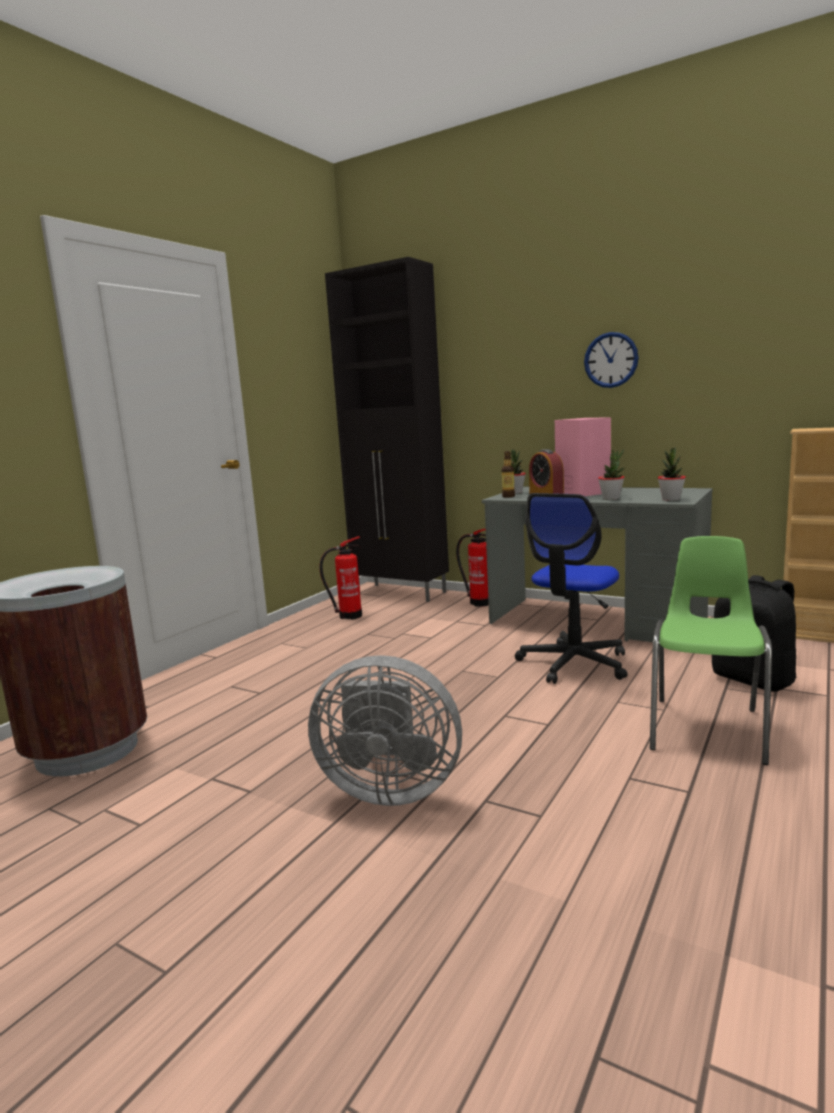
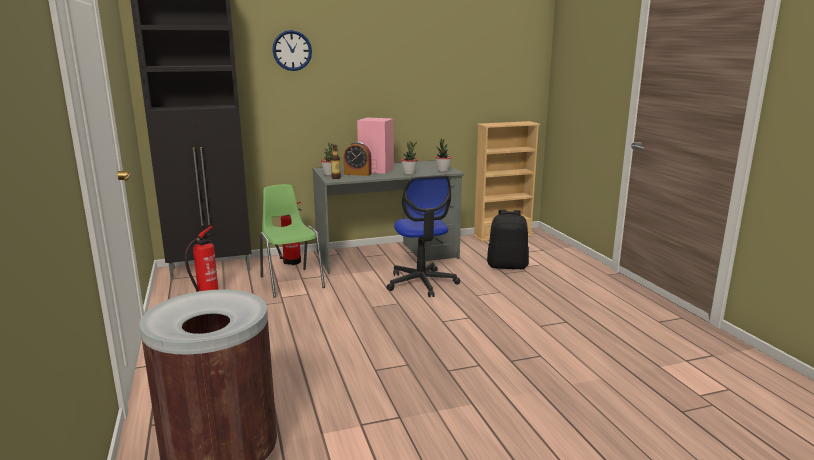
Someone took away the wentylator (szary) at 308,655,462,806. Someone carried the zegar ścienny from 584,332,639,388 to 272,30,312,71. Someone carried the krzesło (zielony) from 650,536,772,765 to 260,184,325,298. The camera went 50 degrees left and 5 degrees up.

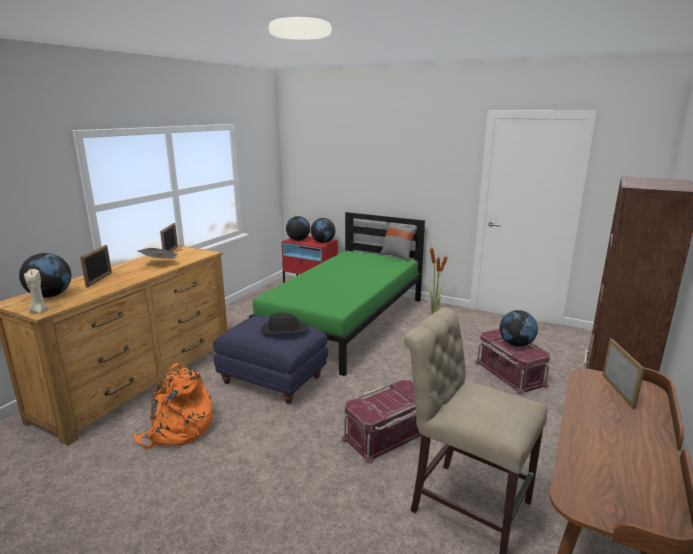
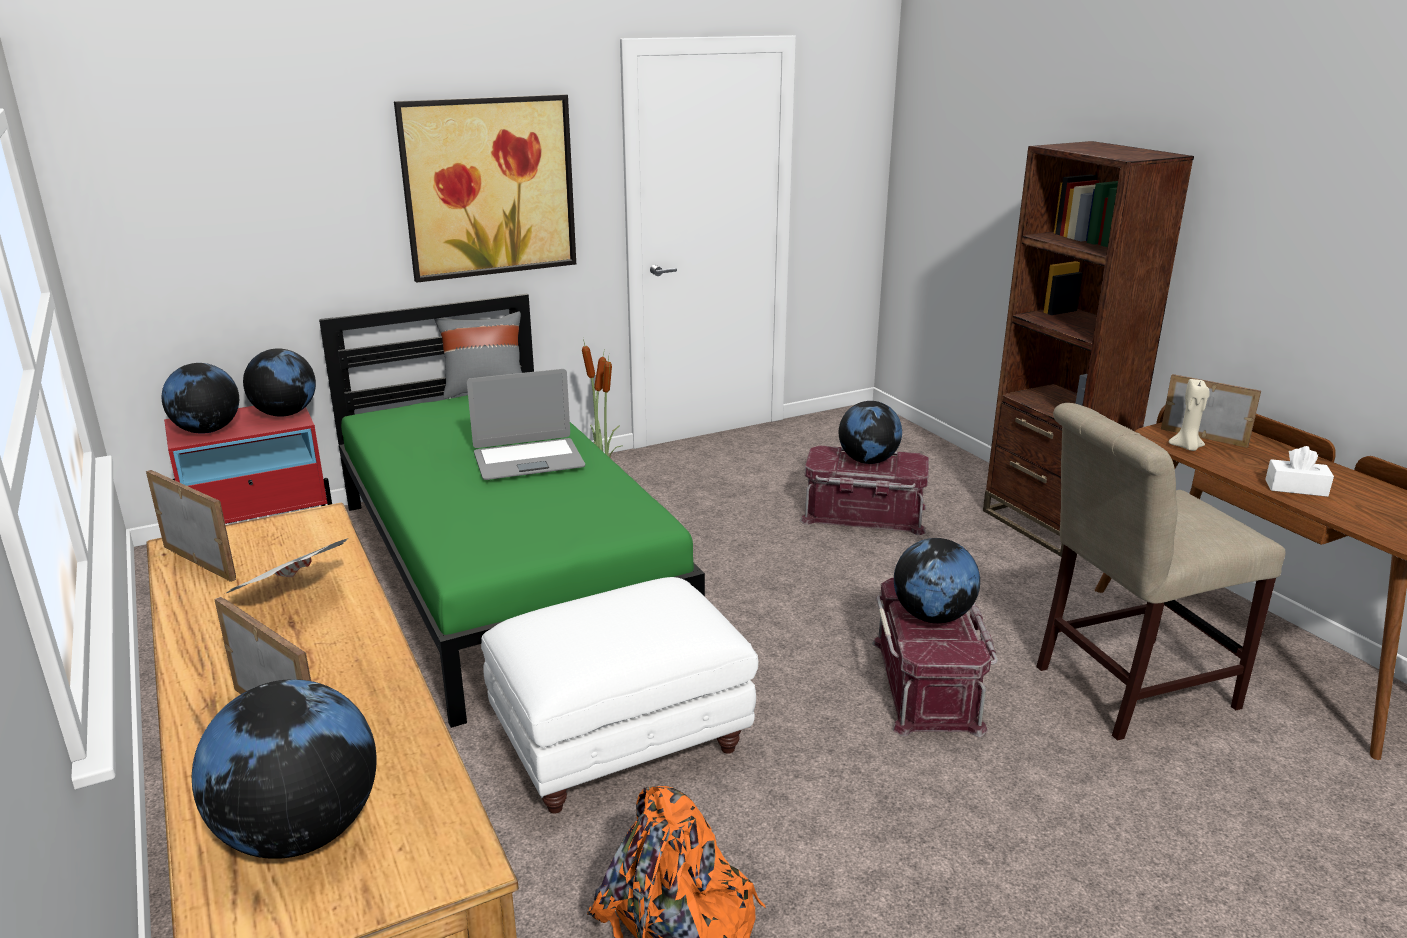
Someone carried the świeca (beżowy) from 24,269,49,313 to 1169,379,1210,451. Someone repainted the pufa (niebieski) at 213,316,328,404, which became the pufa (biały) at 481,577,758,813. Someone took away the kapelusz (czarny) at 261,312,309,335. Someone put up the obraz at 394,94,576,283. Someone put down the laptop at 467,369,585,480. Someone put down the globus at 894,538,980,623. Someone put down the pudełko chusteczek (biały) at 1265,446,1334,497. The camera went 55 degrees left and 5 degrees up.

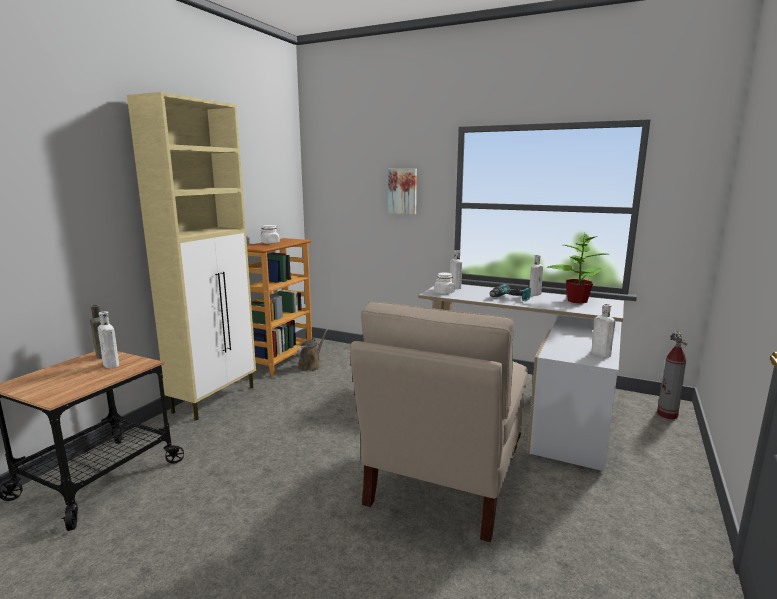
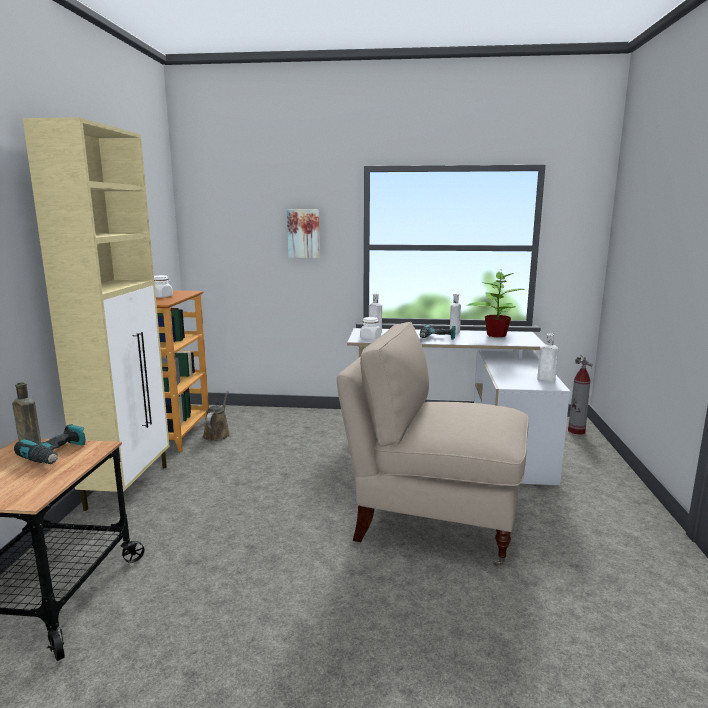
Someone swapped the butelka (biały) at 98,311,119,369 for the wiertarka at 14,424,85,464. Someone rotated the krzesło (beżowy) at 350,301,528,542 by 105 degrees clockwise. The camera went 20 degrees left and 0 degrees up.

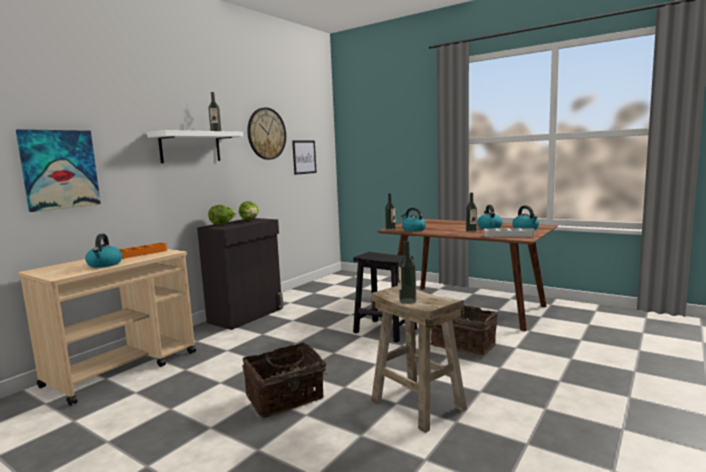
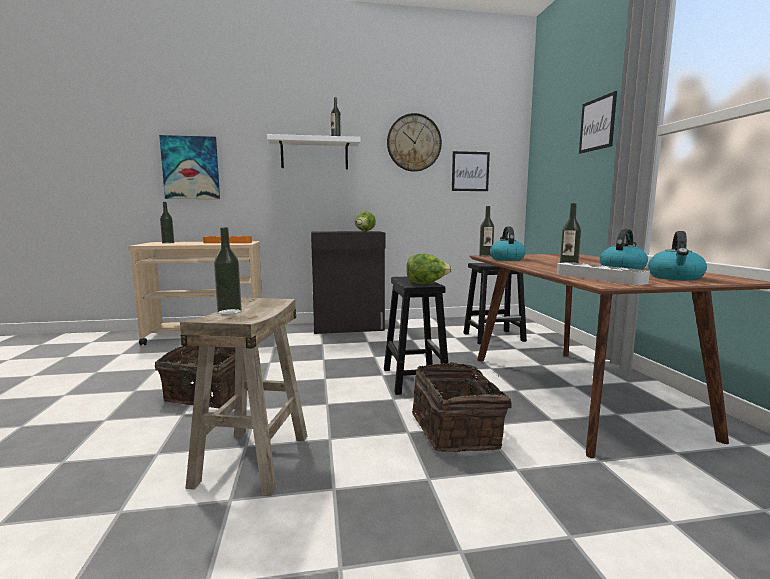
Someone took away the czajnik at 85,234,122,268. Someone carried the sałata from 208,205,236,225 to 406,253,452,284. Someone put down the butelka at 160,202,174,244. Someone put down the stołek (czarny) at 463,263,527,345. Someone put up the obraz at 579,91,617,154. The camera went 45 degrees right and 0 degrees up.

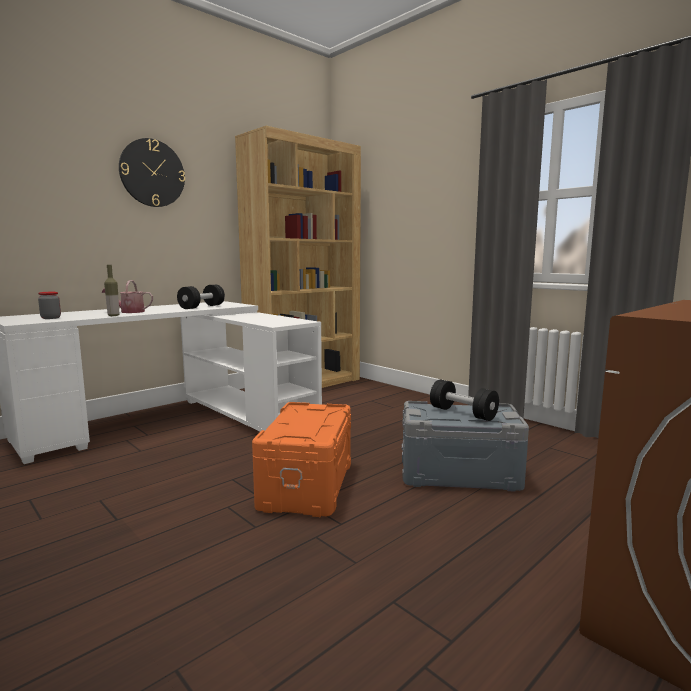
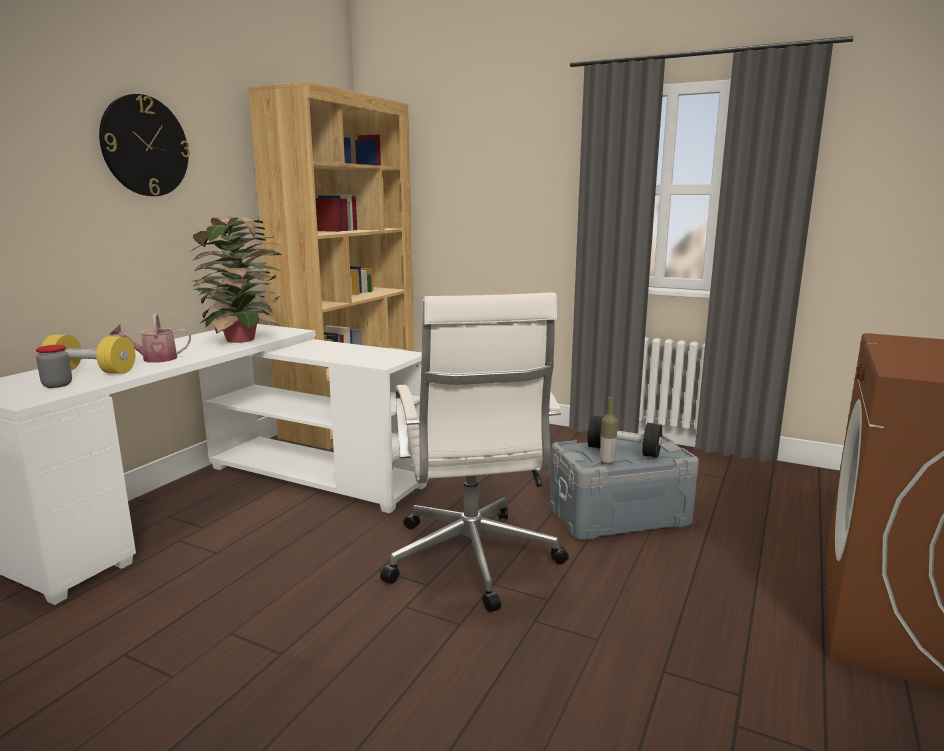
Someone carried the butelka from 104,265,120,316 to 600,397,618,464. Someone swapped the hantel (czarny) at 177,285,225,309 for the roślina doniczkowa at 190,216,282,343. Someone swapped the pojemnik do przechowywania (pomarańczowy) at 252,402,351,517 for the krzesło biurowe (biały) at 380,293,569,612. Someone put down the hantel (żółty) at 41,335,135,374. The camera went 20 degrees left and 5 degrees up.

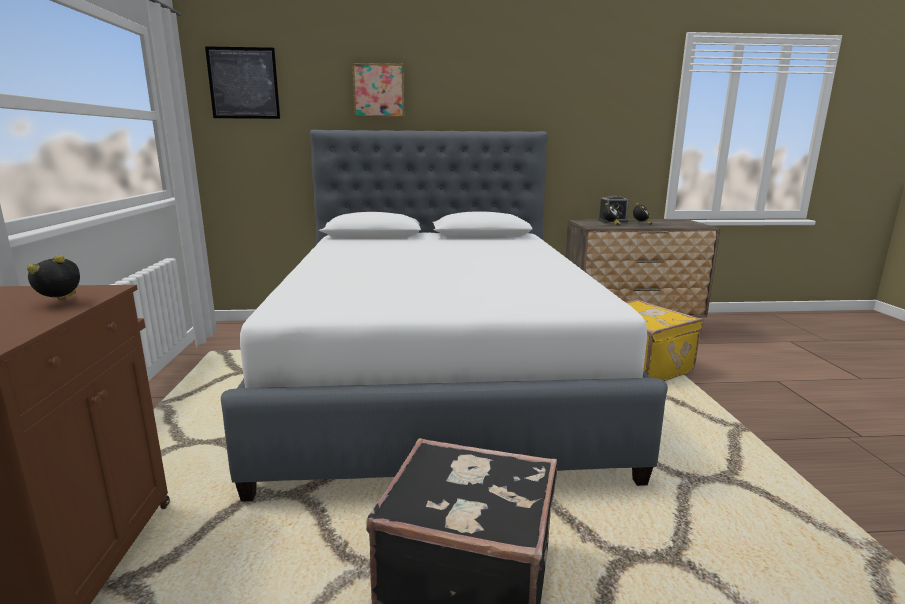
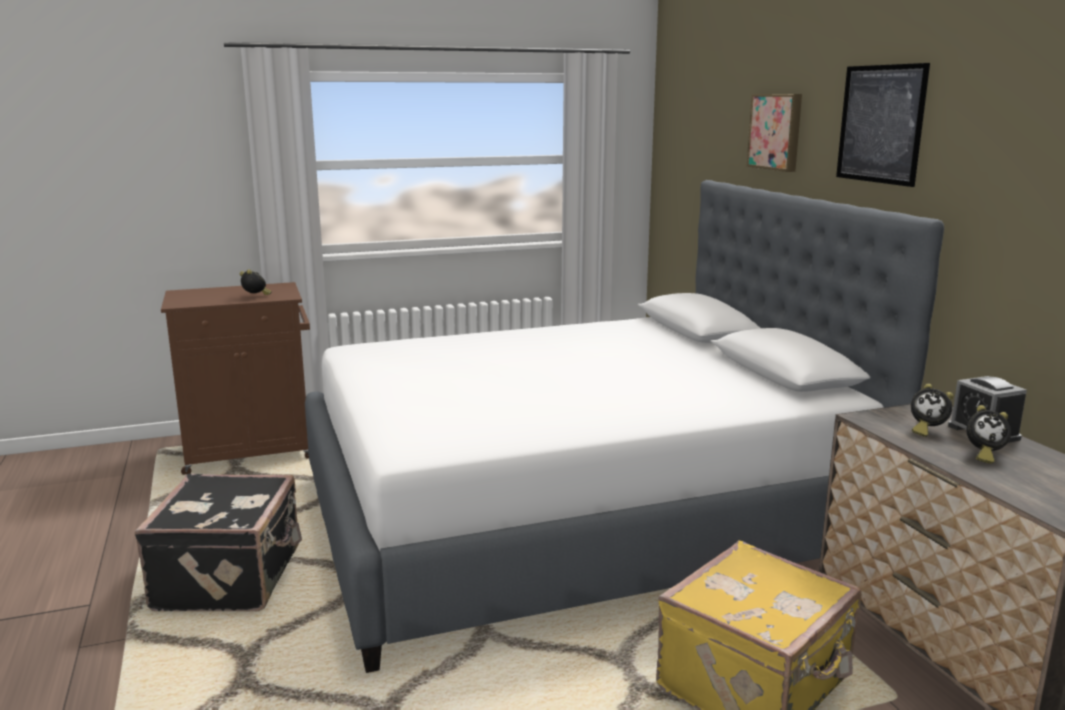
Someone carried the obraz from 205,46,280,119 to 836,63,930,187. The camera went 75 degrees right and 0 degrees up.

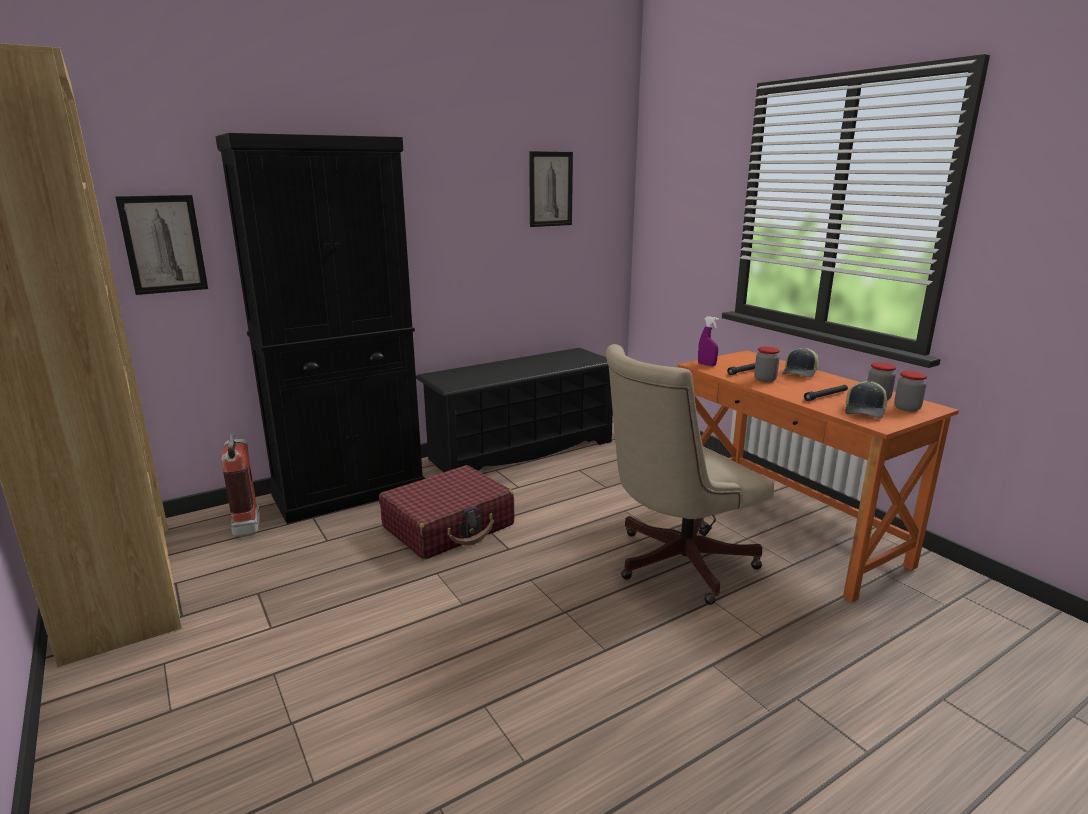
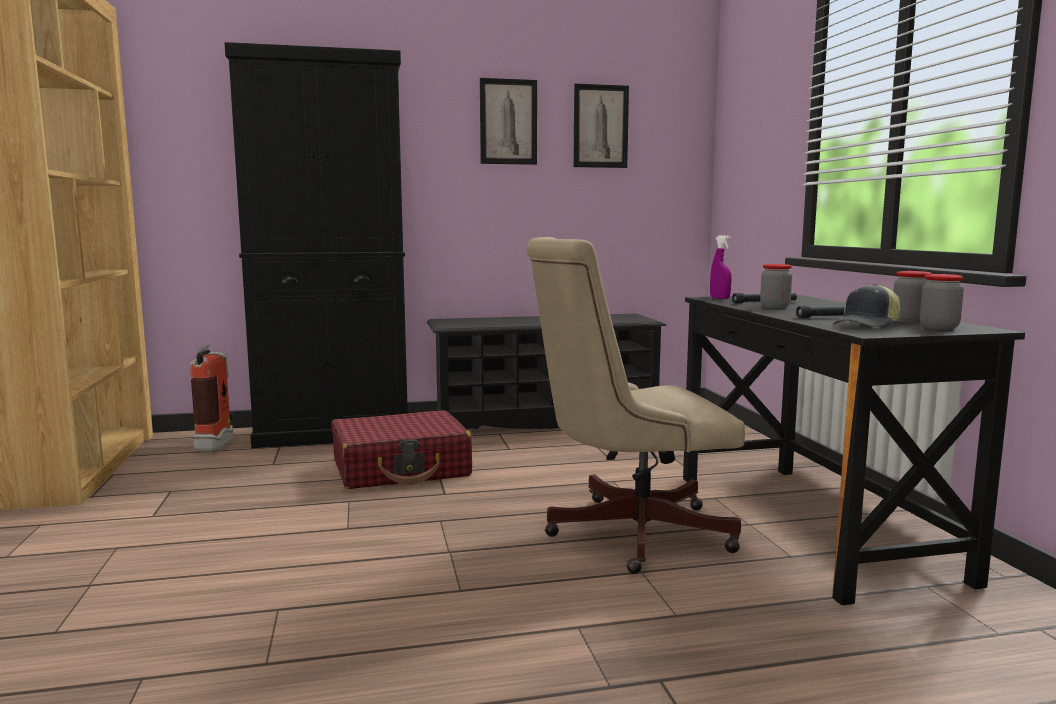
Someone carried the obraz from 115,195,208,295 to 480,78,537,165. Someone repainted the biurko (pomarańczowy) at 678,350,959,603, which became the biurko (czarny) at 683,295,1025,605. Someone took away the czapka z daszkiem at 782,347,819,378. The camera went 20 degrees right and 10 degrees down.

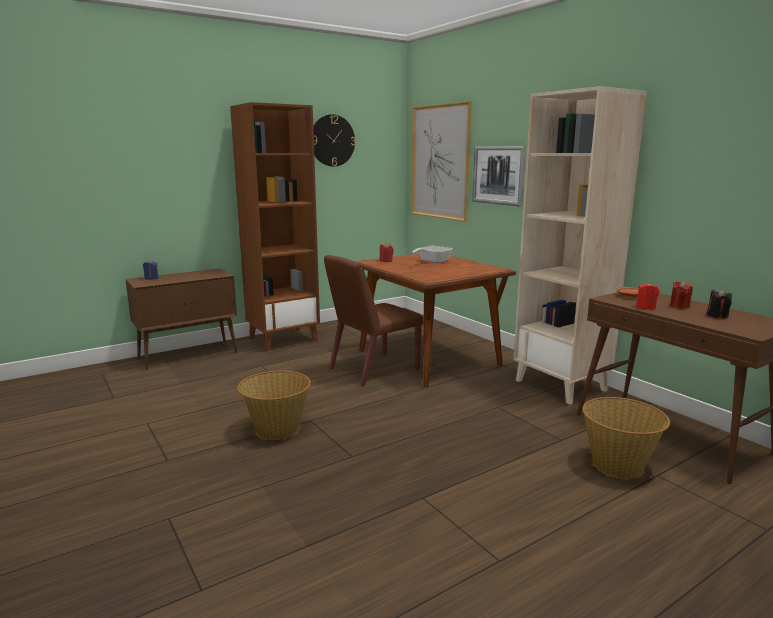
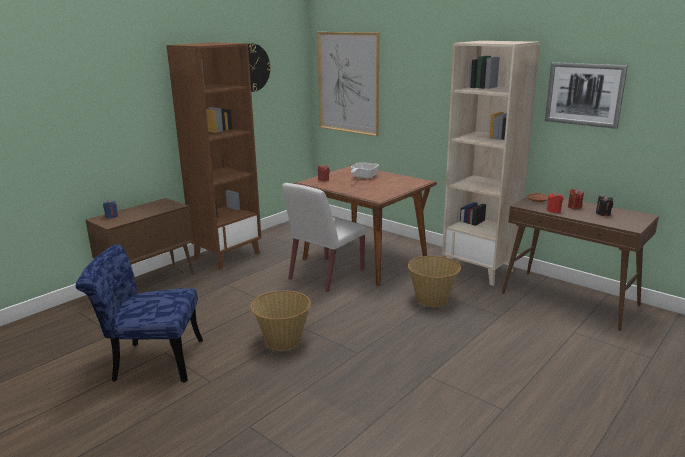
Someone repainted the krzesło (brązowy) at 324,255,423,387, which became the krzesło (biały) at 282,183,367,292. Someone carried the obraz from 472,146,526,207 to 545,62,628,129. Someone carried the koszyk from 582,397,670,479 to 408,256,461,307. Someone put down the krzesło (niebieski) at 75,244,203,383. The camera went 15 degrees left and 5 degrees up.

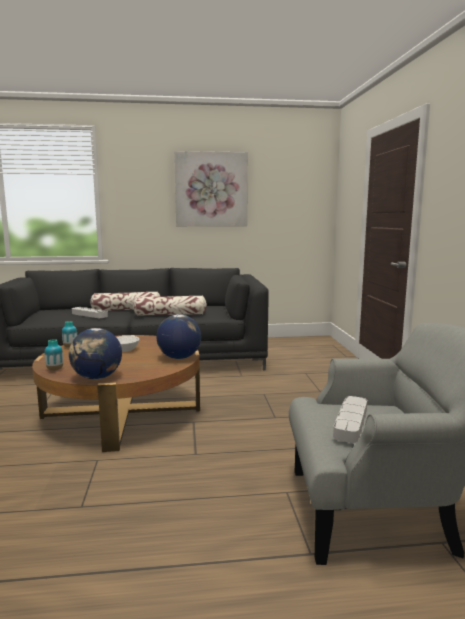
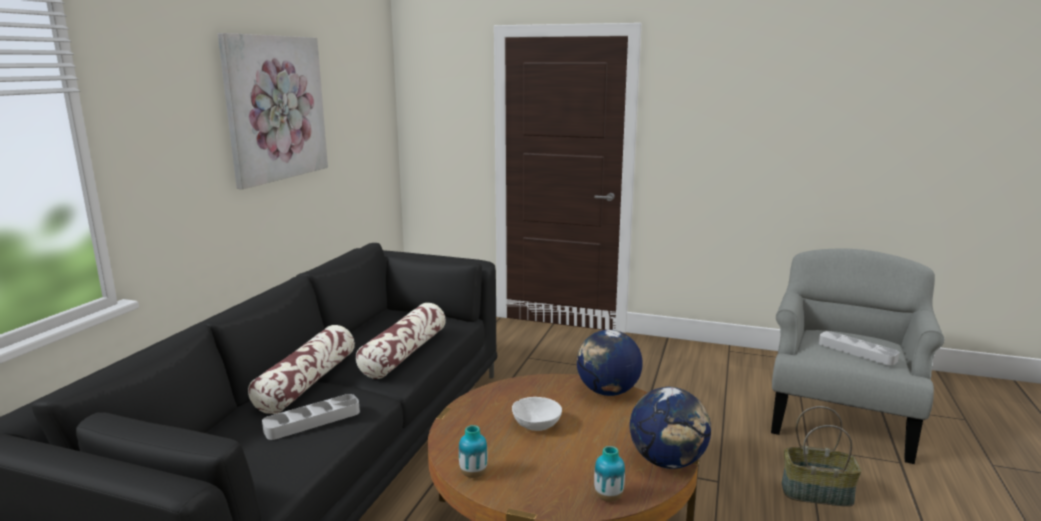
Someone put down the koszyk at 782,406,862,507. The camera went 65 degrees left and 5 degrees up.

